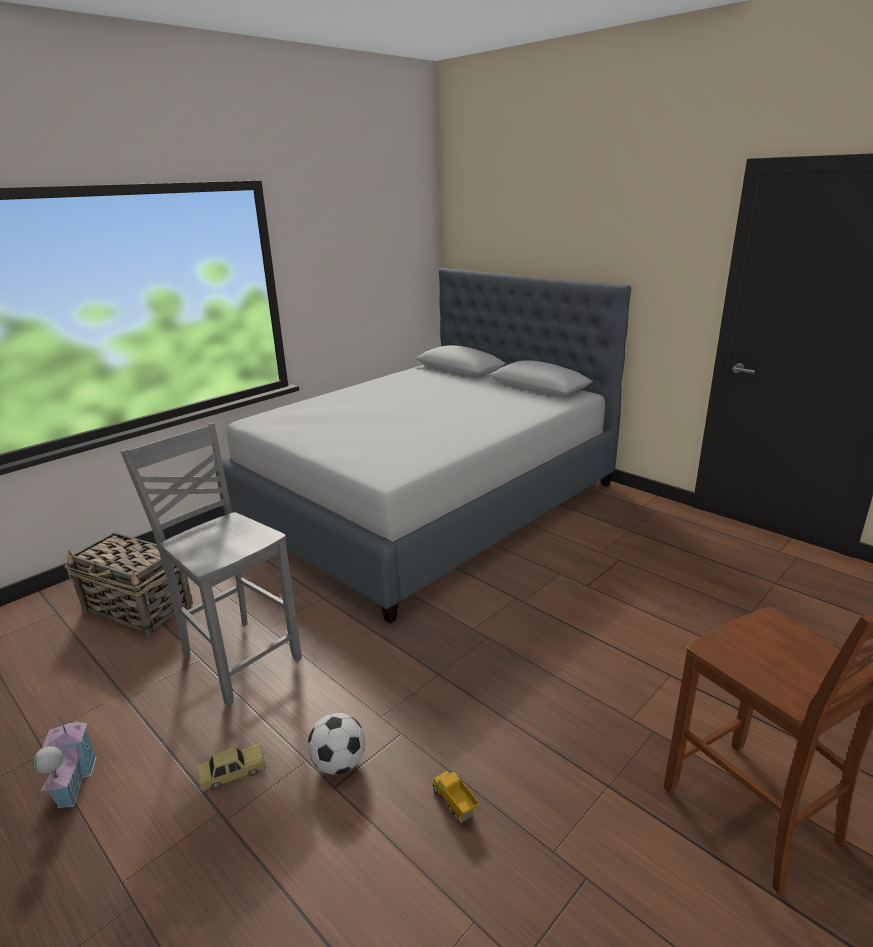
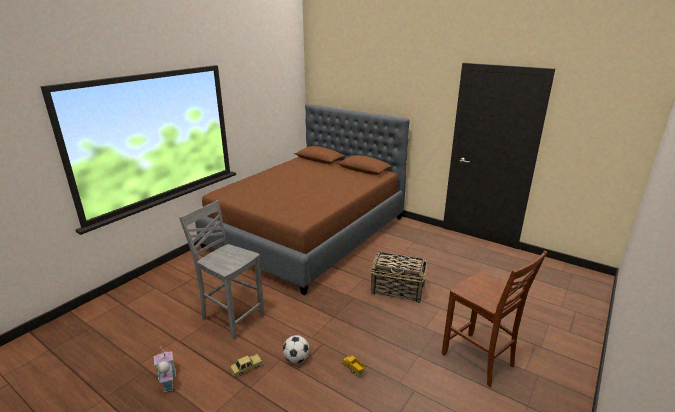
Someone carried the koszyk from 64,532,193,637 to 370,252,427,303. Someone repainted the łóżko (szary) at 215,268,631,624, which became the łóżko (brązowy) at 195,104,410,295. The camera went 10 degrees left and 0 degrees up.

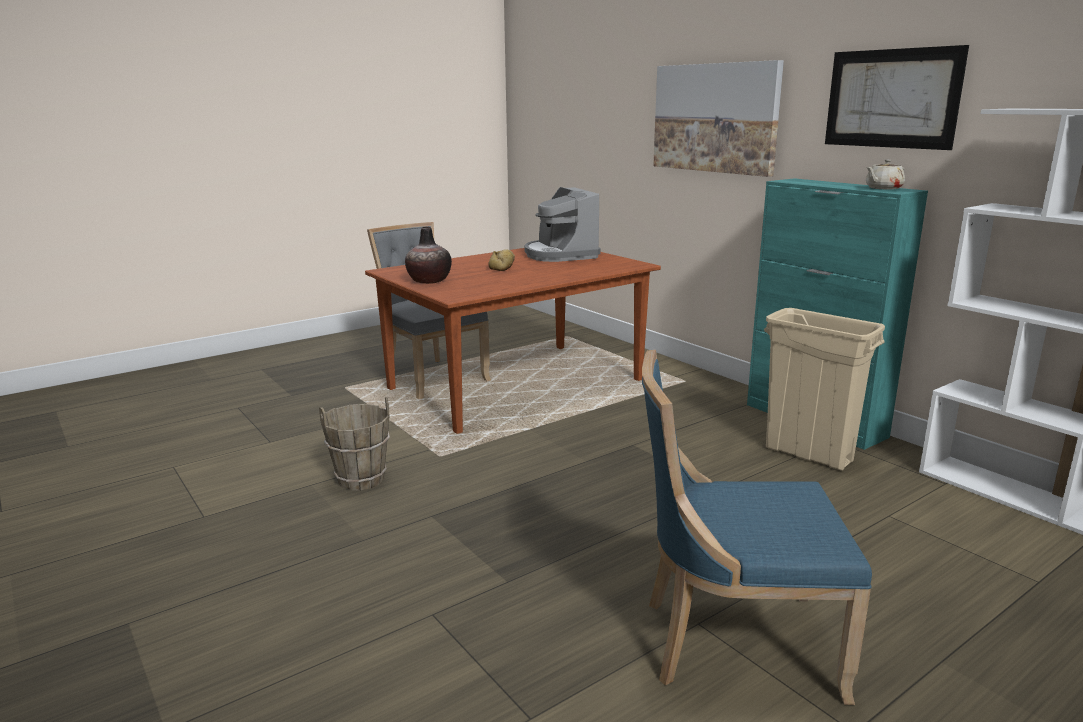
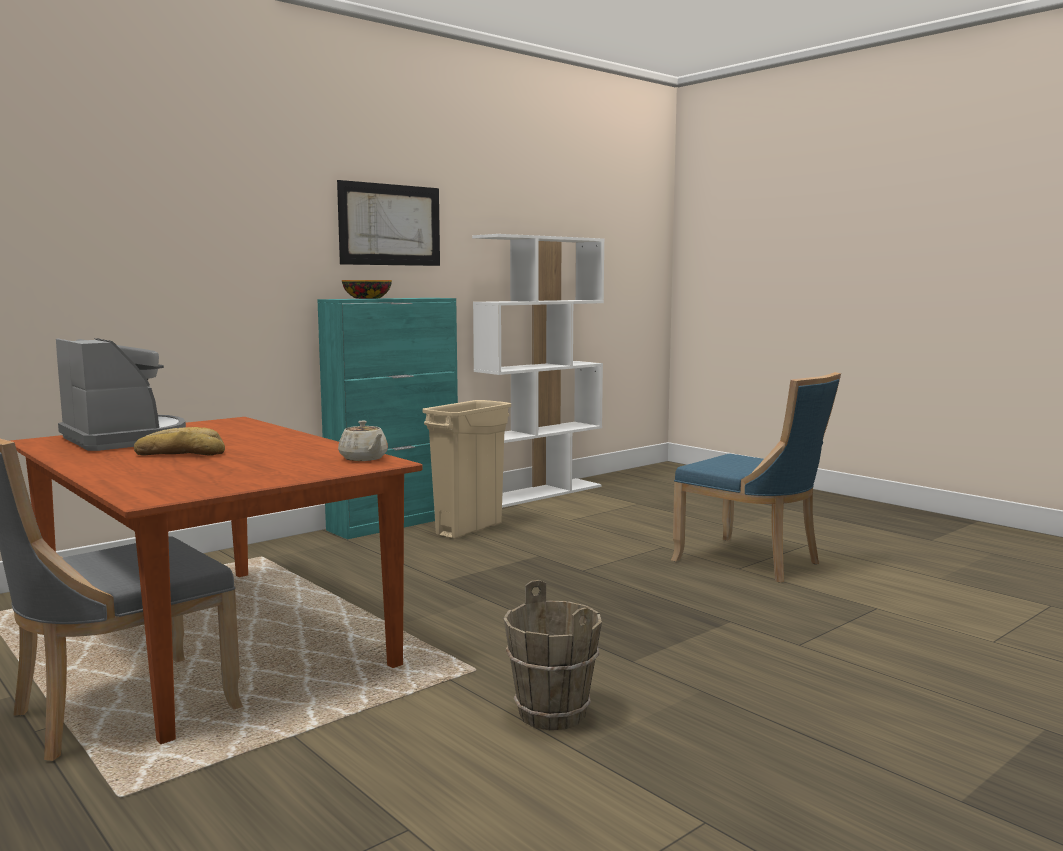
Someone took away the wazon at 405,227,452,284. Someone rotated the ekspres do kawy at 524,187,601,262 by 105 degrees counterclockwise. Someone rotated the krzesło (niebieski) at 642,350,872,705 by 45 degrees counterclockwise. Someone took away the obraz at 653,60,784,177. Someone carried the imbryk (beżowy) from 866,159,905,189 to 338,421,388,461. Someone put down the miska at 342,280,392,299. The camera went 95 degrees left and 10 degrees down.

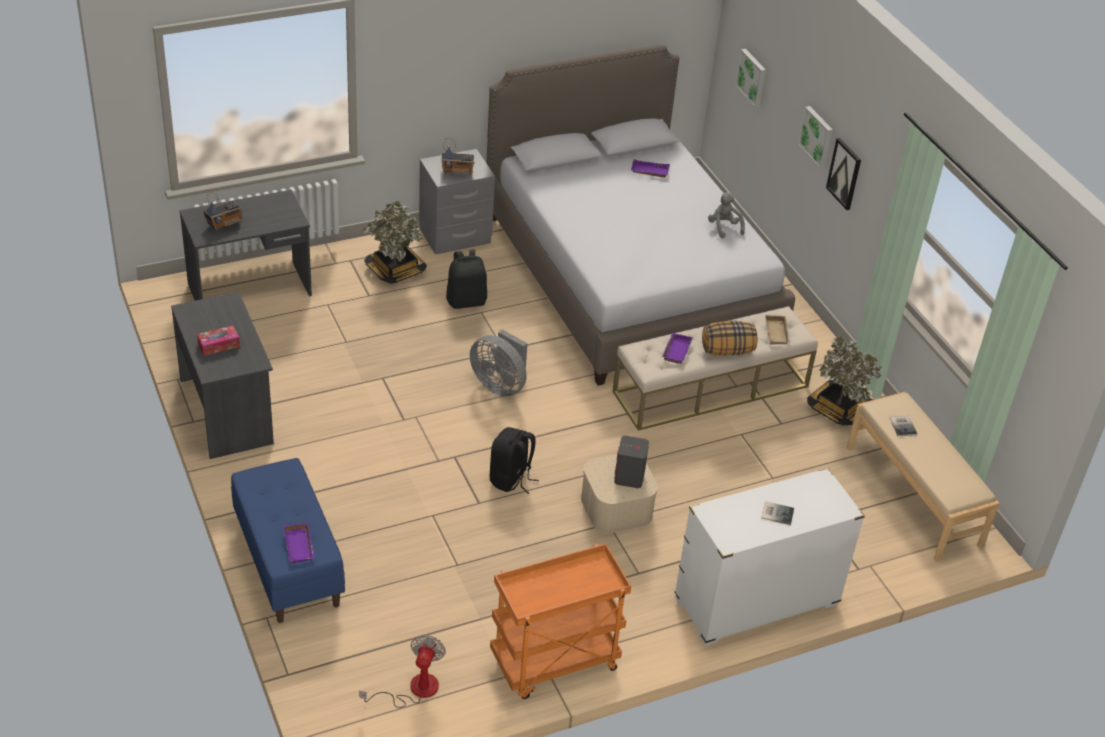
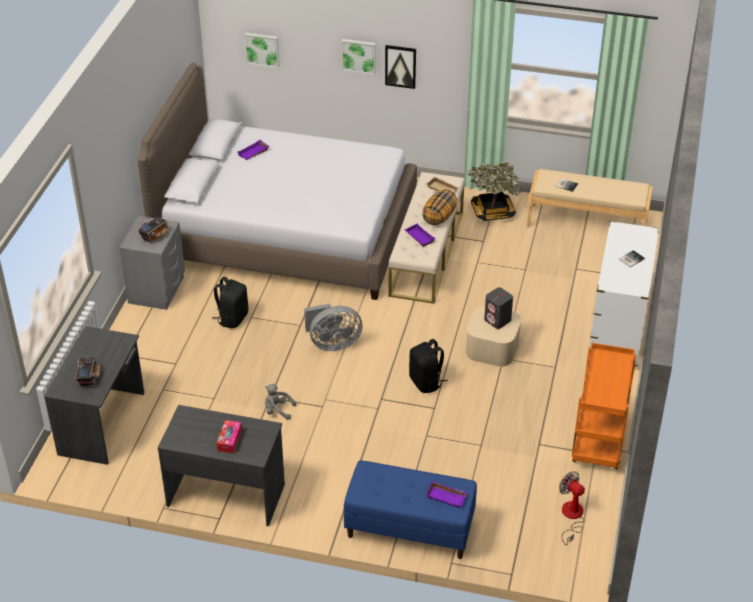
Someone took away the roślina doniczkowa at 362,201,427,284. Someone carried the pluszak (szary) from 708,192,745,238 to 265,384,296,420. The camera went 50 degrees left and 0 degrees up.

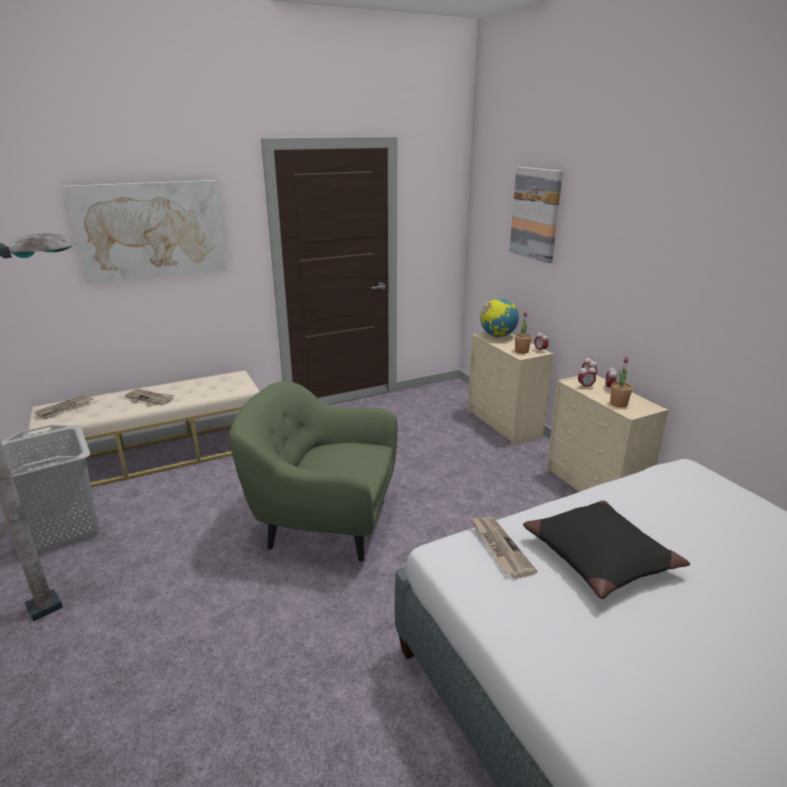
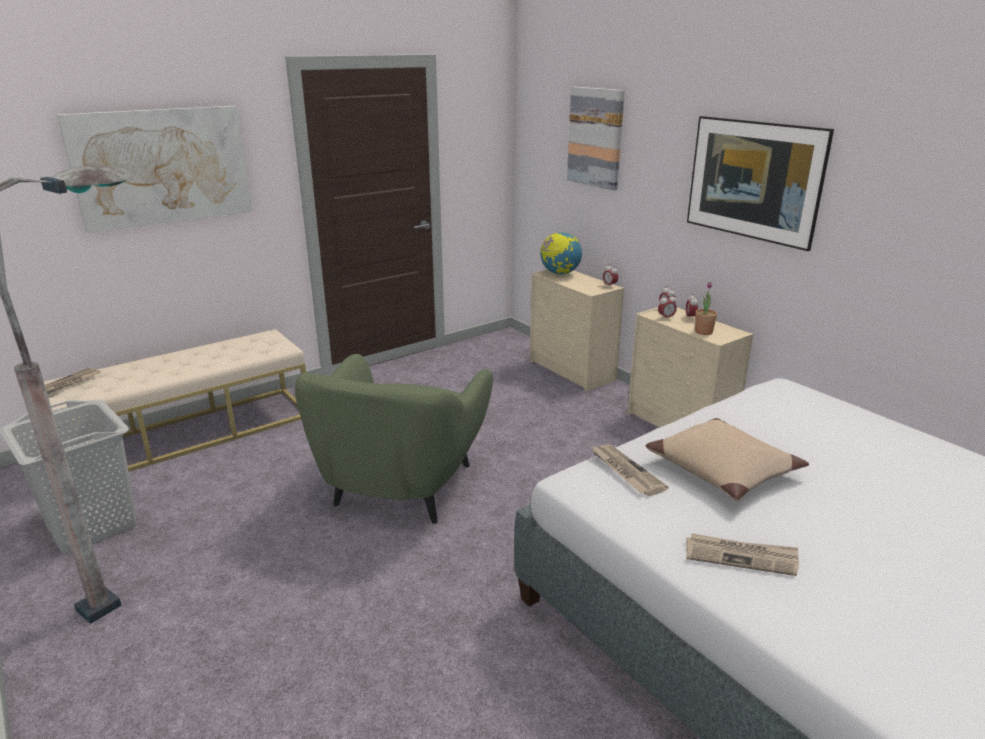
Someone carried the gazeta from 125,389,174,405 to 686,533,799,576. Someone rotated the fotel (zielony) at 229,381,398,561 by 75 degrees counterclockwise. Someone took away the roślina doniczkowa at 515,312,532,354. Someone repainted the poduszka (czarny) at 523,500,690,599, which became the poduszka (beżowy) at 646,418,809,501. Someone put up the obraz at 687,116,834,251. The camera went 10 degrees left and 0 degrees up.

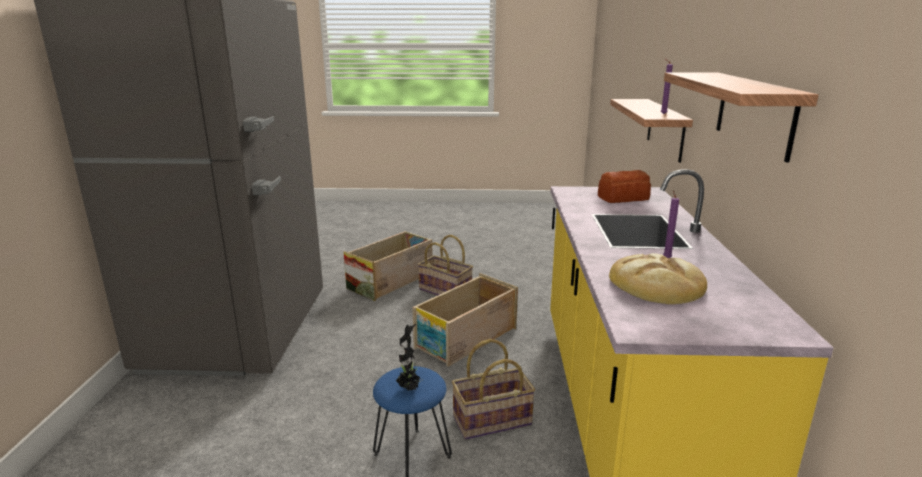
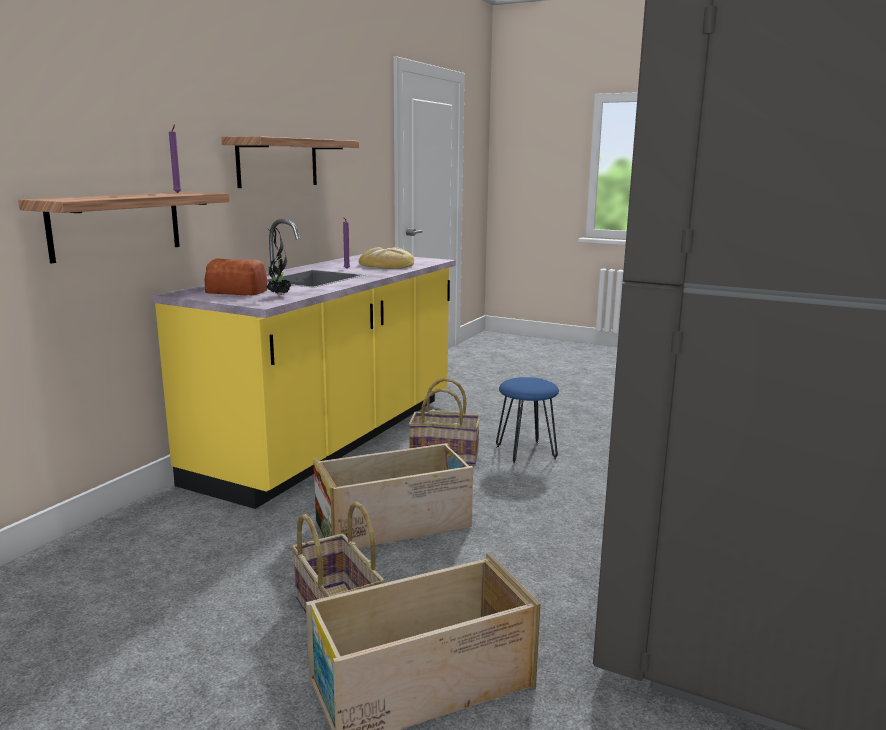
Someone carried the roślina doniczkowa from 396,324,422,391 to 266,226,291,295. The camera went 155 degrees left and 5 degrees down.

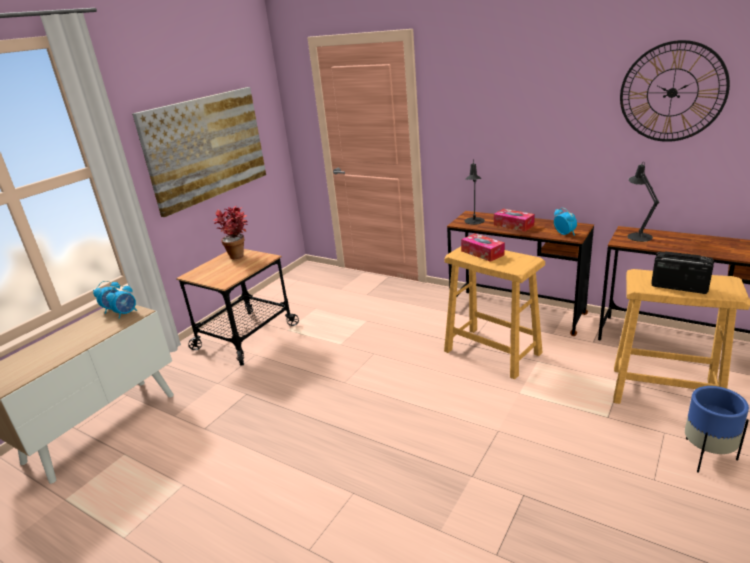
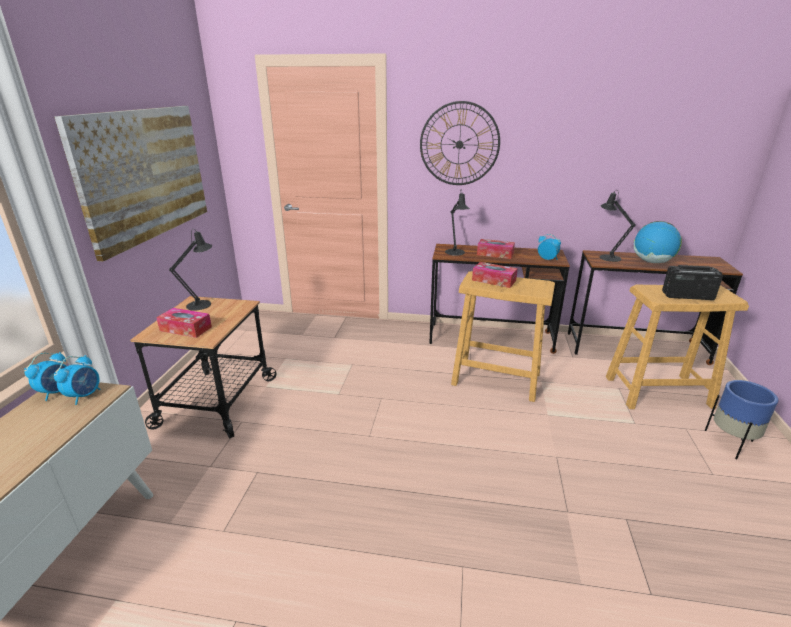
Someone swapped the roślina doniczkowa at 213,206,248,260 for the lampa stołowa (czarny) at 169,229,212,311. Someone carried the zegar ścienny from 620,40,730,142 to 420,101,500,185. Someone put down the pudełko chusteczek at 156,308,212,338. Someone put down the globus at 634,221,682,263. The camera went 25 degrees left and 0 degrees up.

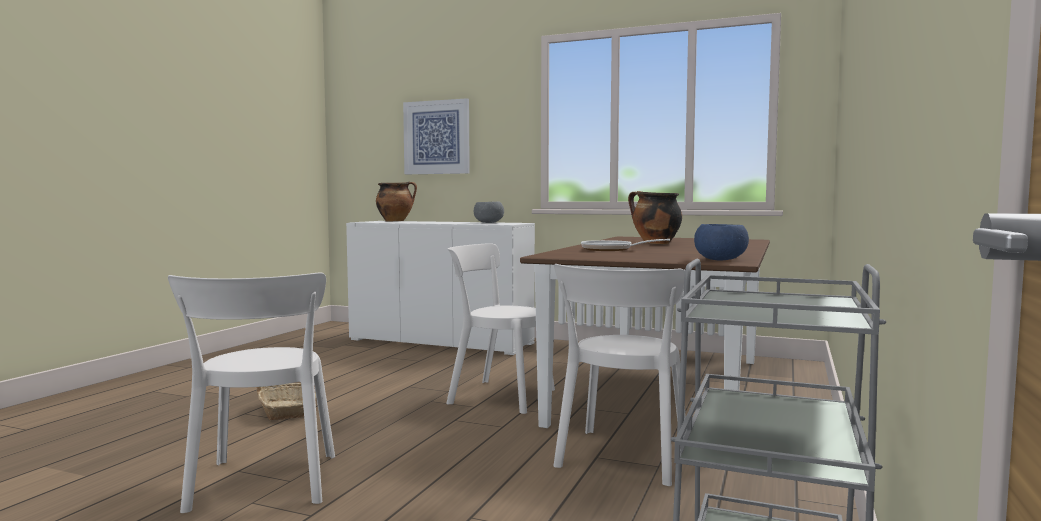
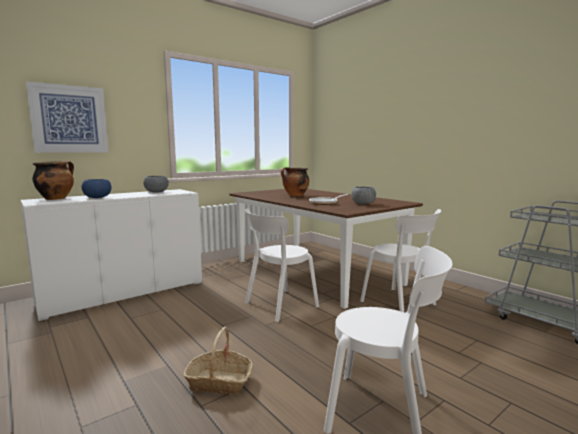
Someone carried the miska (niebieski) from 694,224,749,261 to 81,179,112,198. Someone put down the miska (szary) at 351,187,376,204. The camera went 60 degrees left and 5 degrees up.

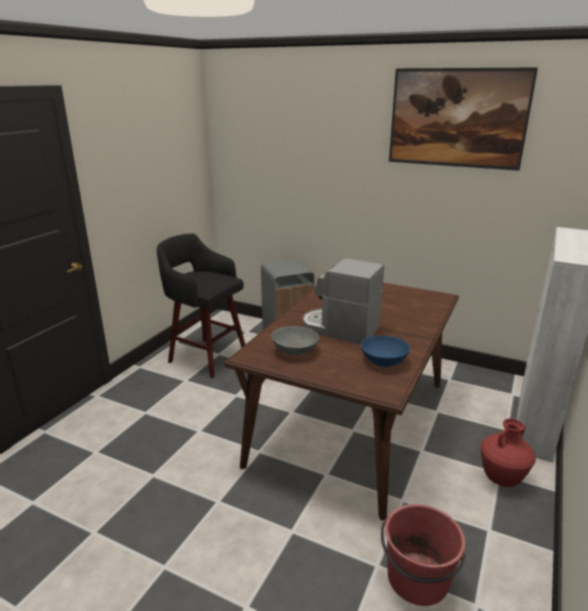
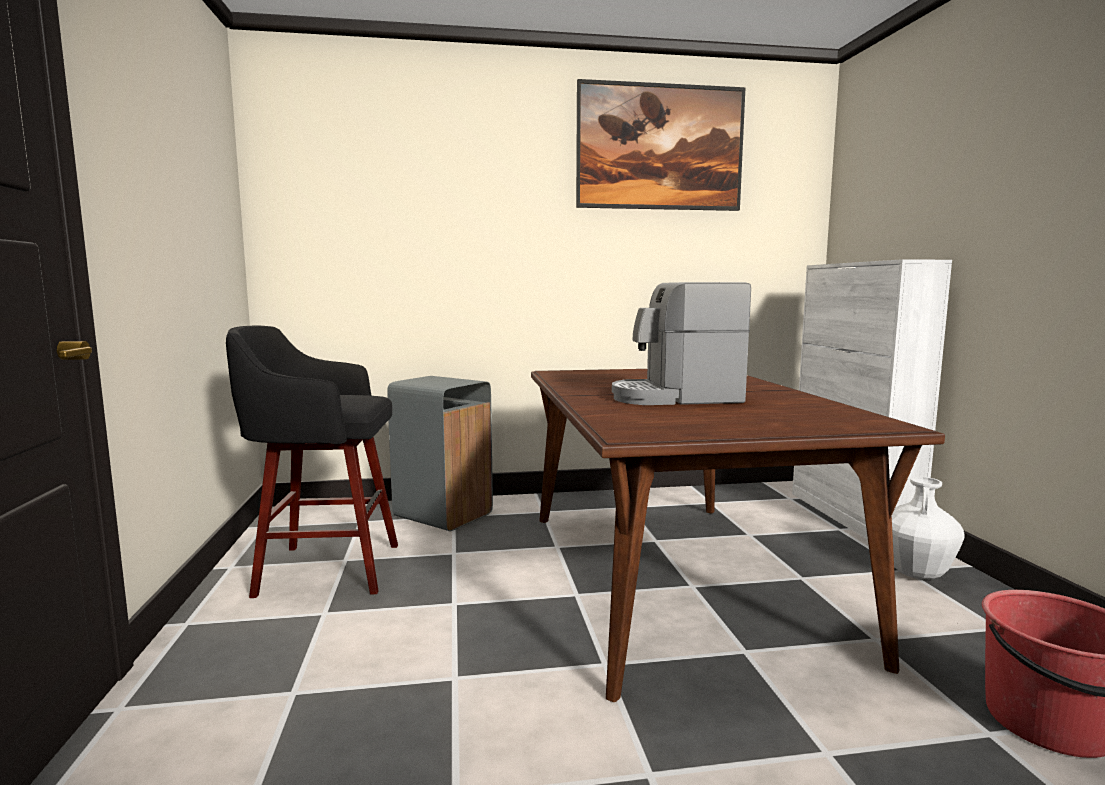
Someone took away the miska (szary) at 271,326,319,356. Someone took away the miska (niebieski) at 361,335,410,367. Someone repainted the wazon (czerwony) at 481,418,536,487, which became the wazon (biały) at 892,477,965,580. The camera went 35 degrees left and 15 degrees down.

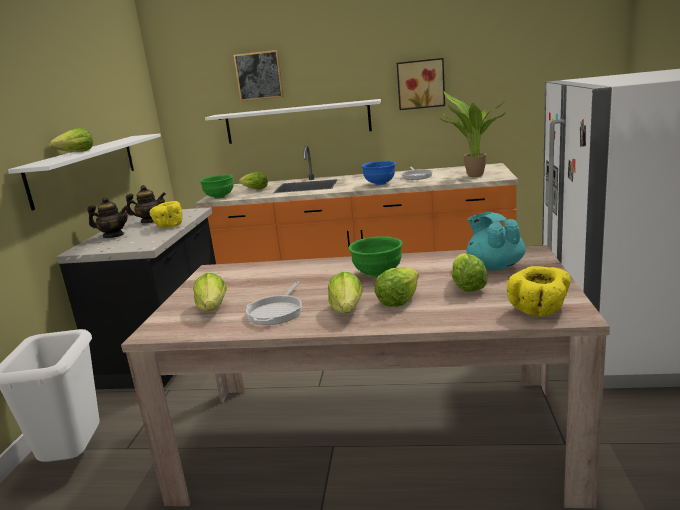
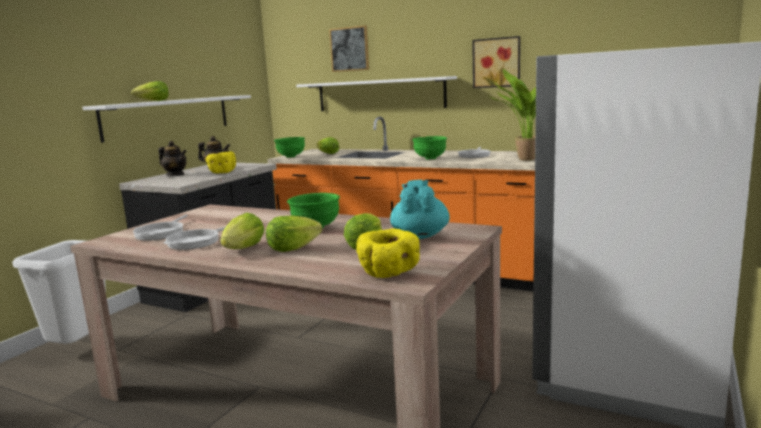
Someone swapped the sałata at 193,273,227,312 for the patelnia at 133,215,188,241. Someone repainted the miska (niebieski) at 362,161,396,185, which became the miska (zielony) at 412,136,447,160. The camera went 20 degrees right and 5 degrees down.

